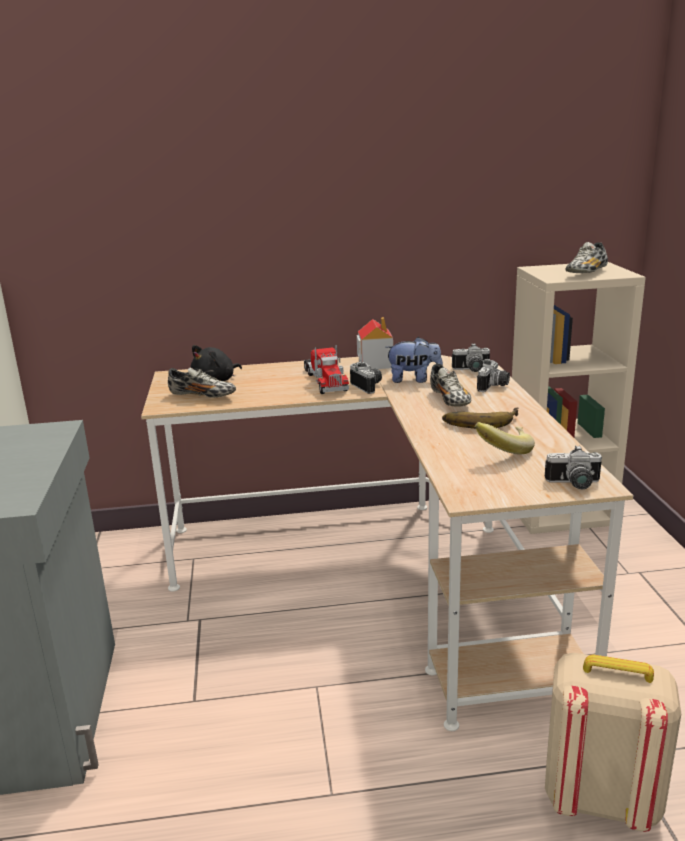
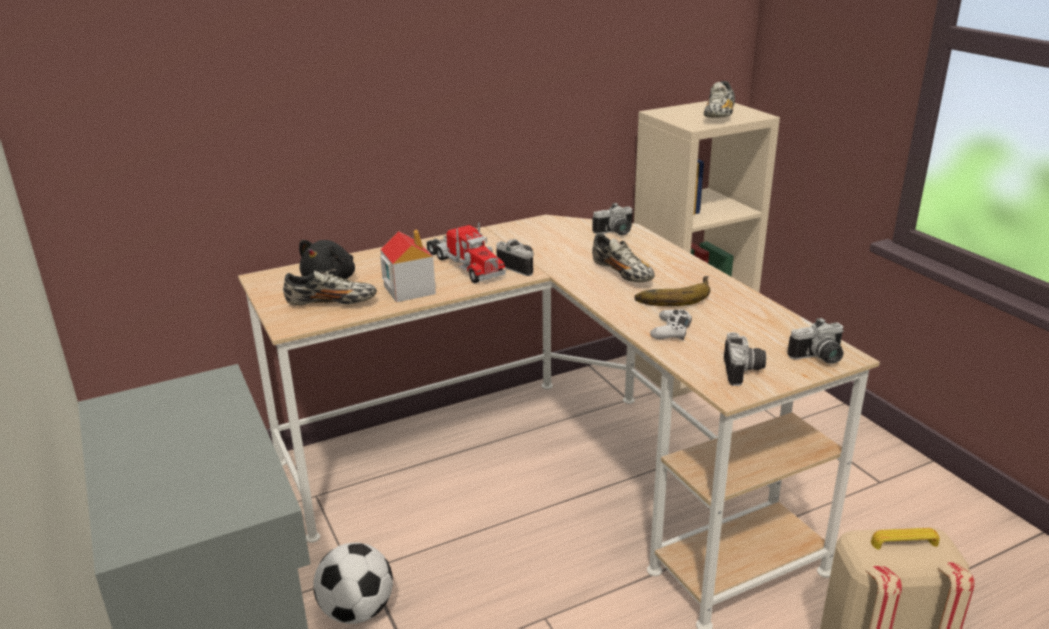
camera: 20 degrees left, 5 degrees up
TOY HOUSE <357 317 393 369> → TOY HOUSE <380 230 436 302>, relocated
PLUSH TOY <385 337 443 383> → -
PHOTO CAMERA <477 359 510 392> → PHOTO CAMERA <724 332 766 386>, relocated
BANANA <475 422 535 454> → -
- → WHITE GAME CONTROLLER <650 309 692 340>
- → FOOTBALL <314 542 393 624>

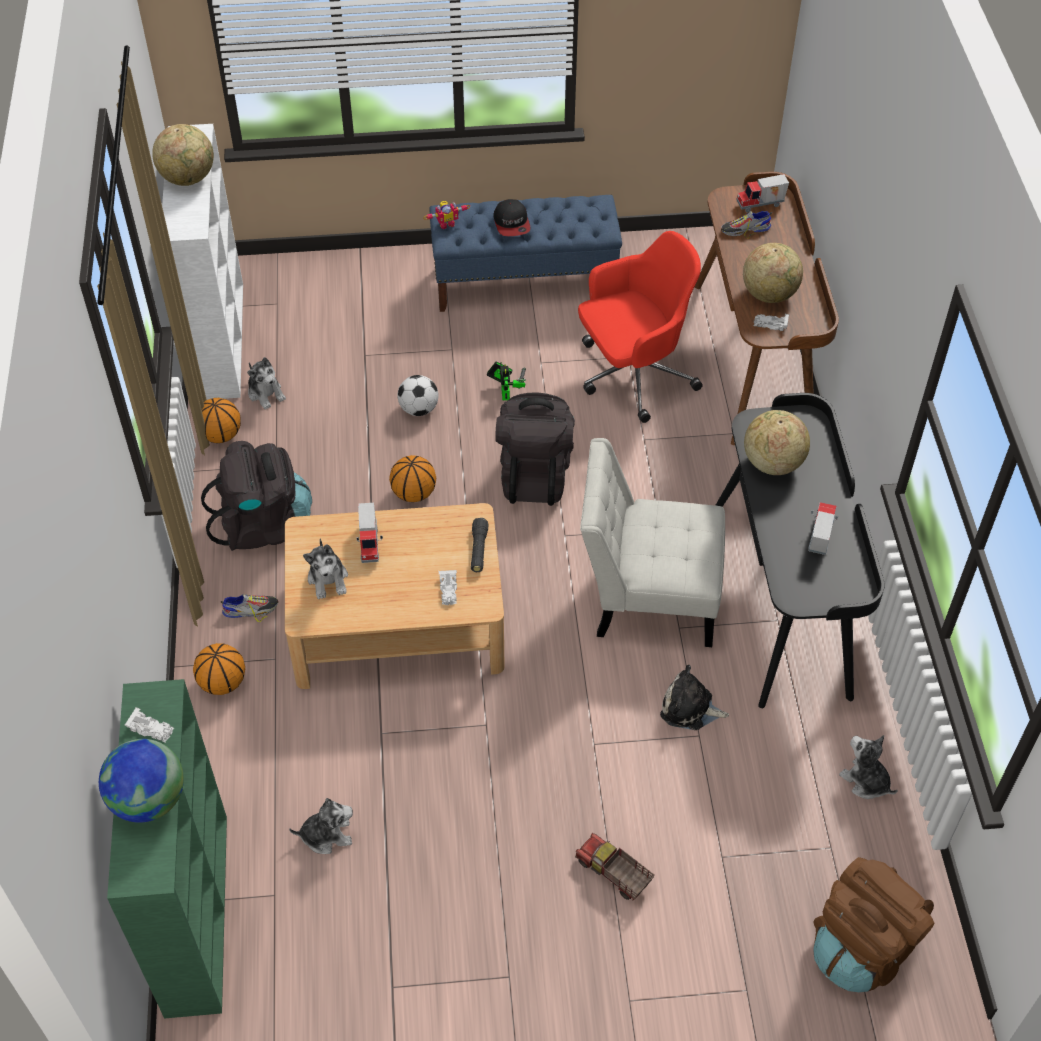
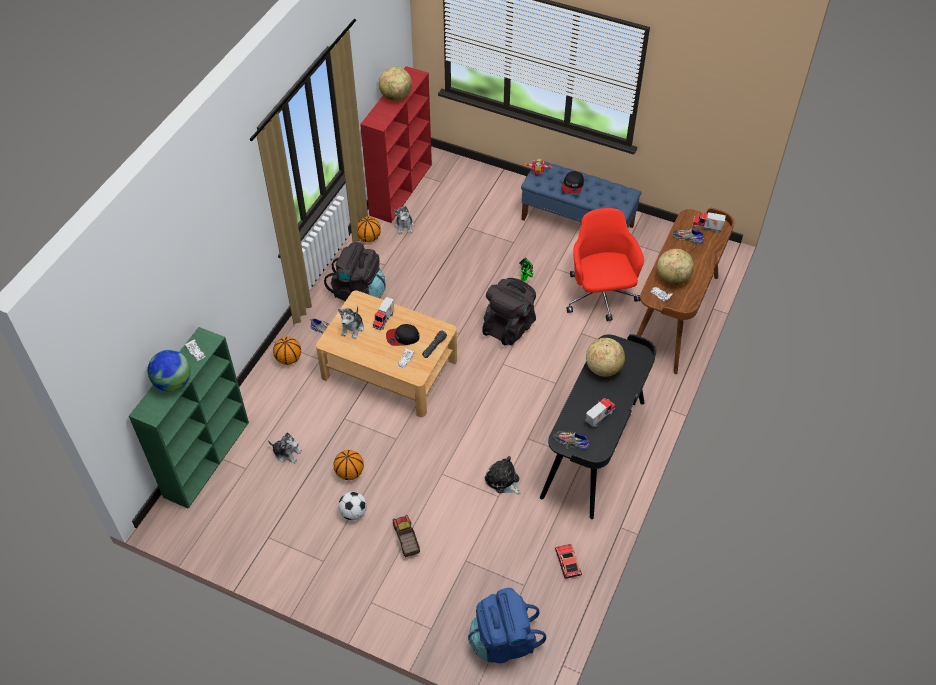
camera: 30 degrees right, 0 degrees up
WHITE BOOKCASE <162 124 243 400> → RED BOOKCASE <360 66 432 223>
RED OFFICE CHAIR <578 231 703 423> → RED OFFICE CHAIR <567 208 644 321>, 105 degrees counterclockwise
FOOTBALL <398 375 439 416> → FOOTBALL <338 492 367 520>, relocated
WHITE CHAIR <580 438 725 647> → -
BASKETBALL <389 455 436 502> → BASKETBALL <334 450 364 480>, relocated
PLUSH TOY <839 735 898 799> → TOY CAR <555 544 582 579>
BROWN BACKPACK <813 857 934 992> → BLUE BACKPACK <468 588 546 663>
- → CAP <386 324 420 346>
- → SHOE <553 431 589 449>

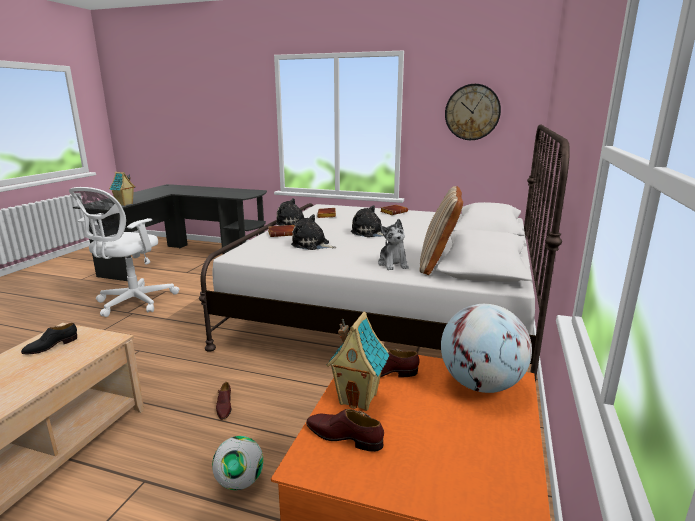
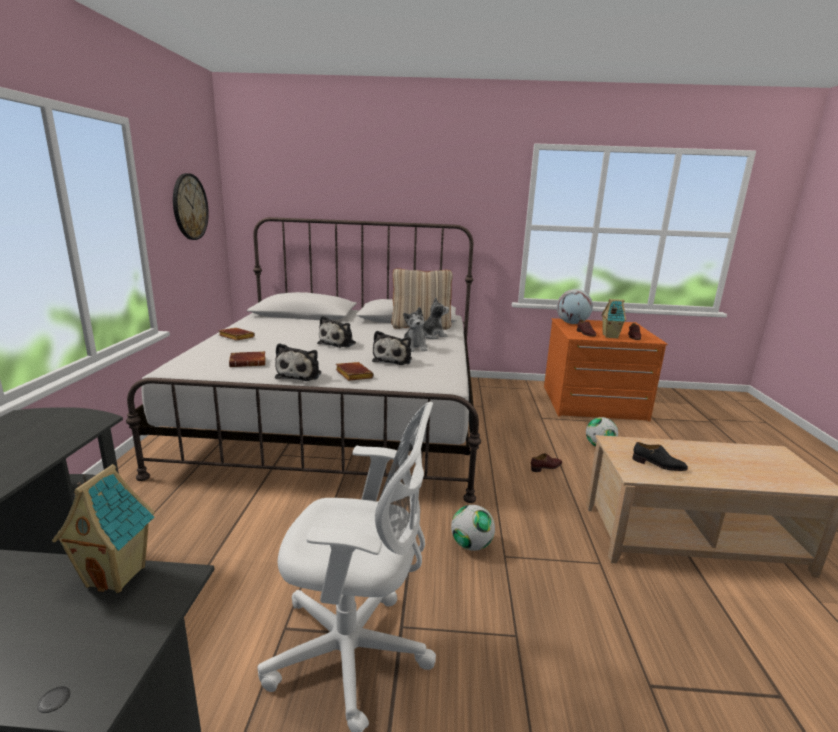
camera: 105 degrees left, 0 degrees up
- → PLUSH TOY <403 307 428 352>
- → FOOTBALL <451 505 495 551>

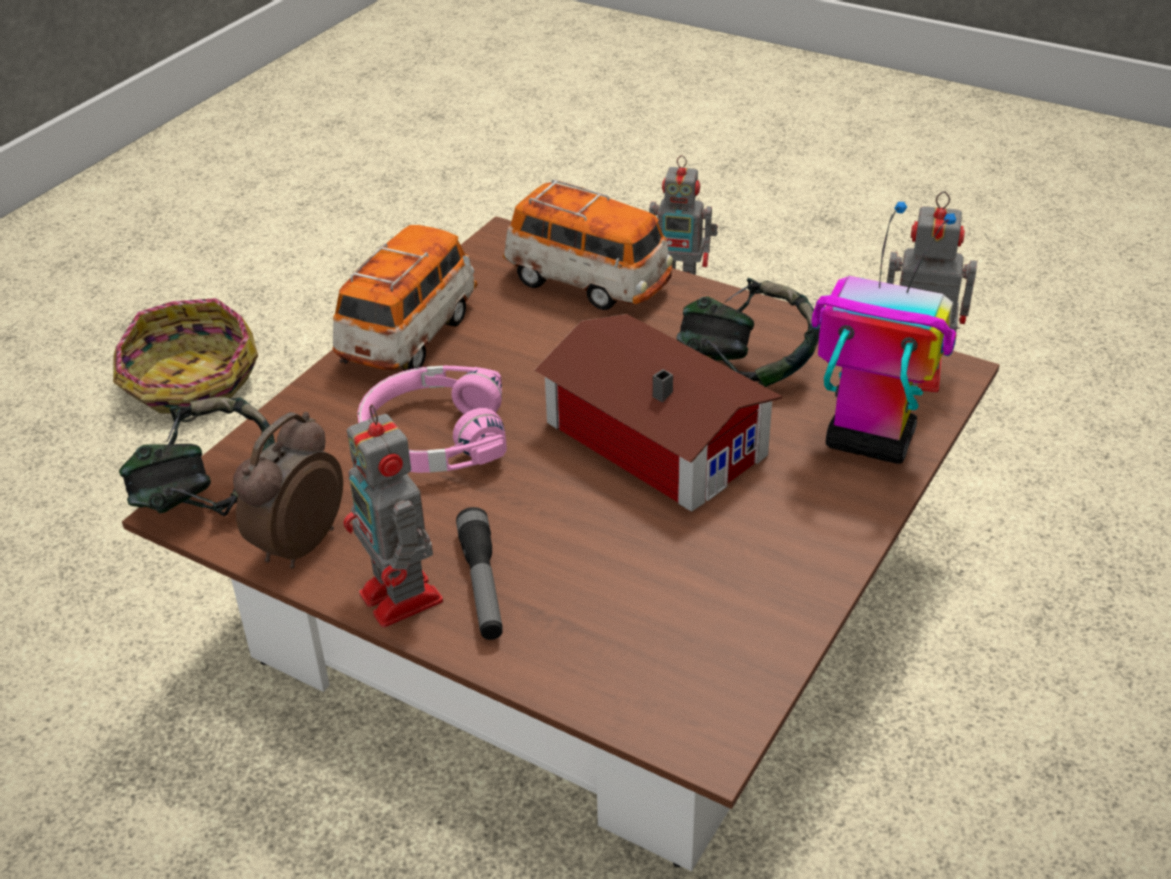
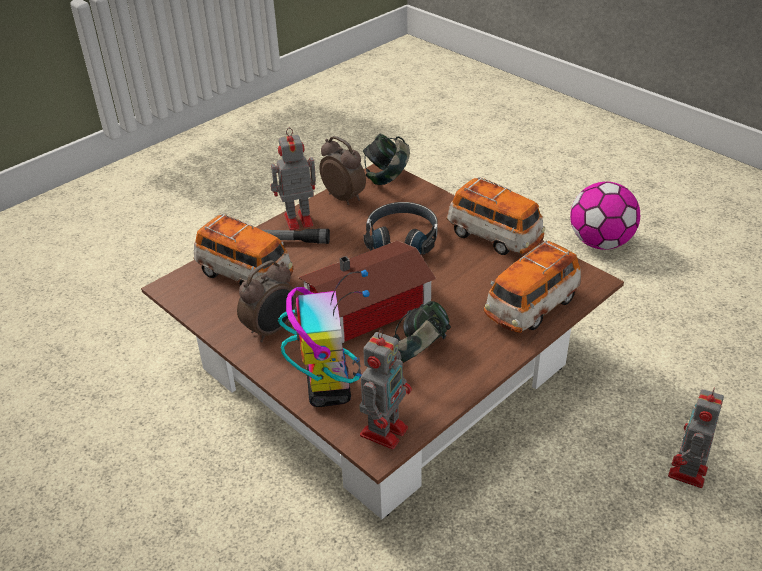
camera: 105 degrees right, 0 degrees up
TOY ROBOT <811 202 956 464> → TOY ROBOT <278 270 370 407>, 45 degrees counterclockwise
BASKET <113 298 258 422> → FOOTBALL <570 181 640 250>
PINK HEADPHONES <357 366 507 473> → BLACK HEADPHONES <364 202 438 255>
- → TOY CAR <193 214 294 286>
- → ALARM CLOCK <237 260 296 343>

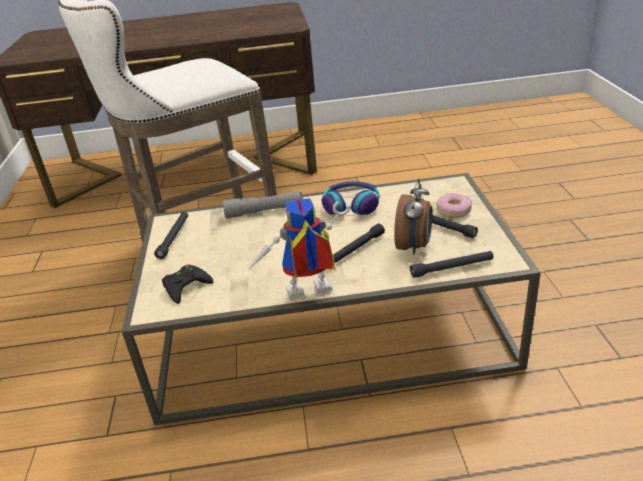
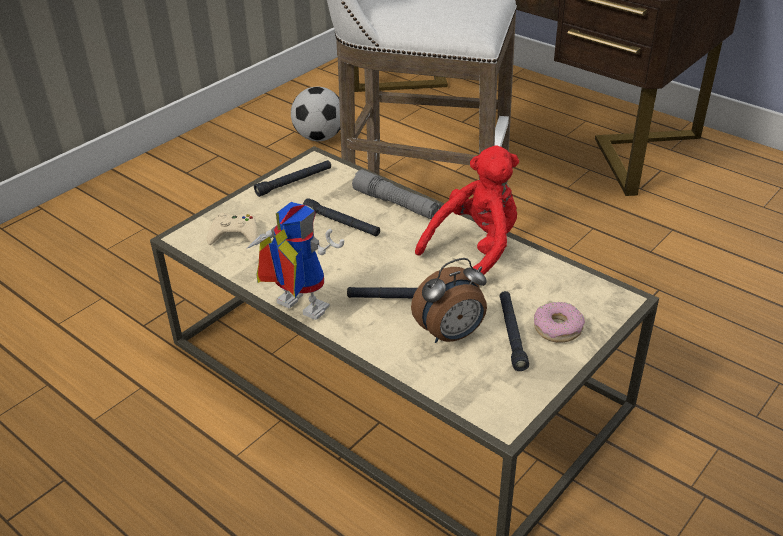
camera: 45 degrees right, 5 degrees up
HEADPHONES <322 181 380 215> → RED PLUSH TOY <415 145 519 275>
BLACK FLASHLIGHT <410 251 494 278> → BLACK FLASHLIGHT <303 198 380 236>, relocated
BLACK GAME CONTROLLER <162 265 213 304> → BEIGE GAME CONTROLLER <207 213 258 245>
- → FOOTBALL <291 87 340 141>

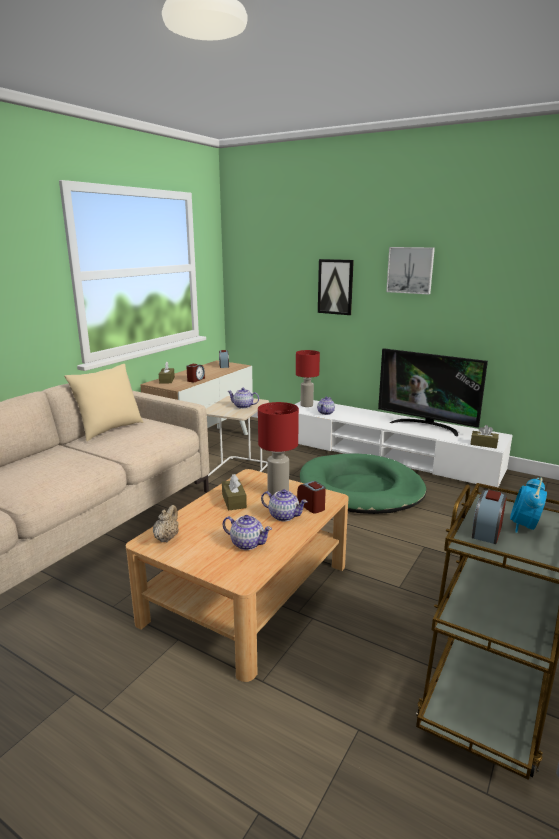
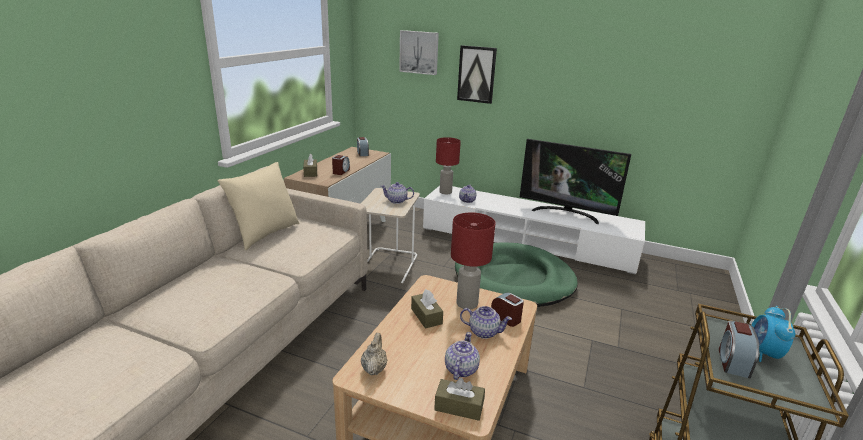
camera: 10 degrees left, 5 degrees up
PICTURE <386 247 435 295> → PICTURE <399 30 439 75>, relocated
BROWN TISSUE BOX <470 425 499 449> → BROWN TISSUE BOX <434 378 485 421>, relocated
TEAPOT <223 515 272 550> → TEAPOT <445 332 480 380>, 90 degrees counterclockwise

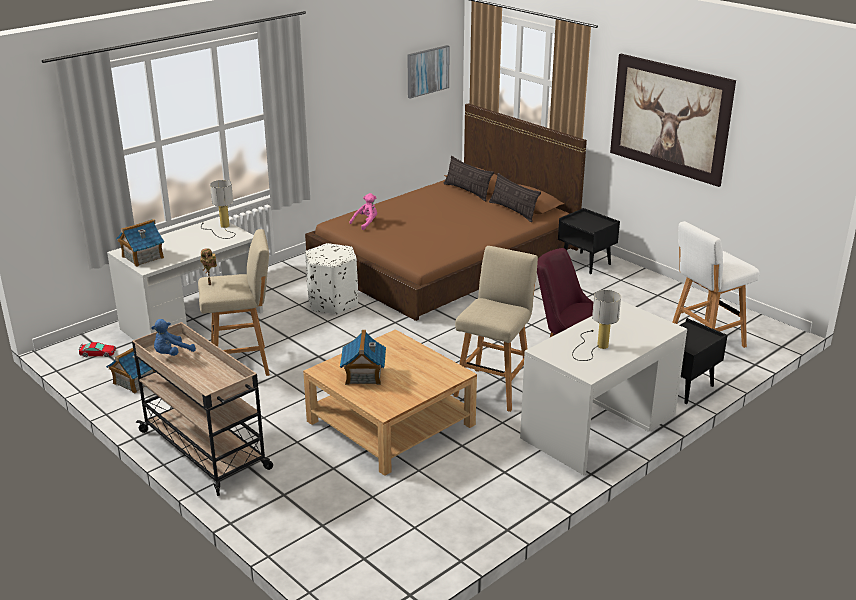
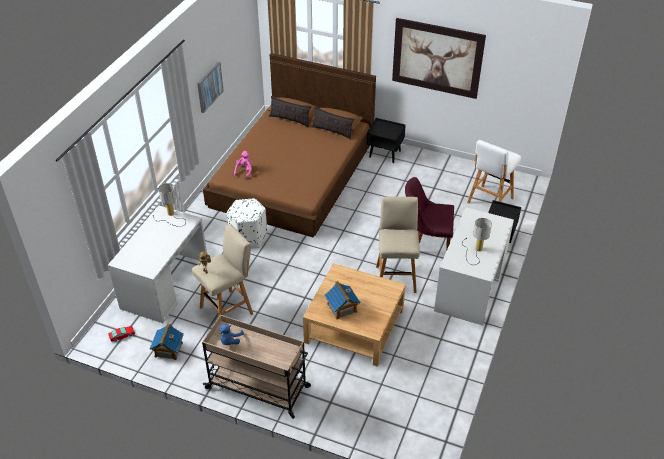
camera: 25 degrees left, 15 degrees up
PICTURE <407 45 450 99> → PICTURE <197 62 223 113>, relocated
TOY HOUSE <116 219 164 267> → -

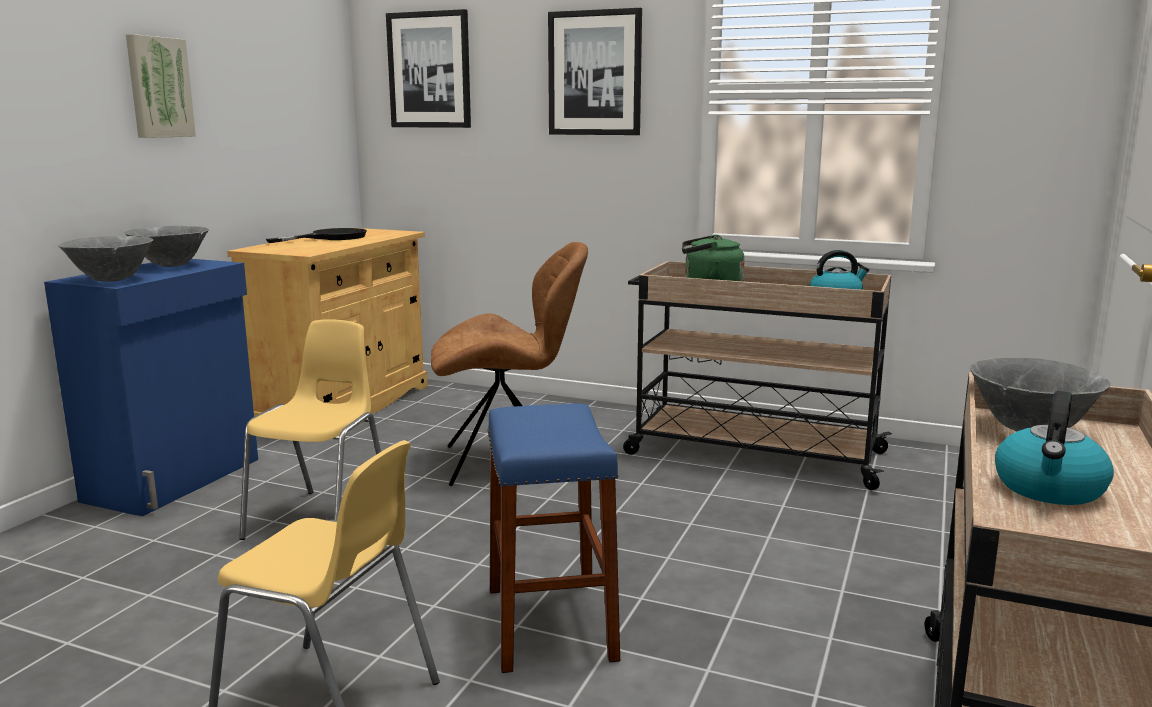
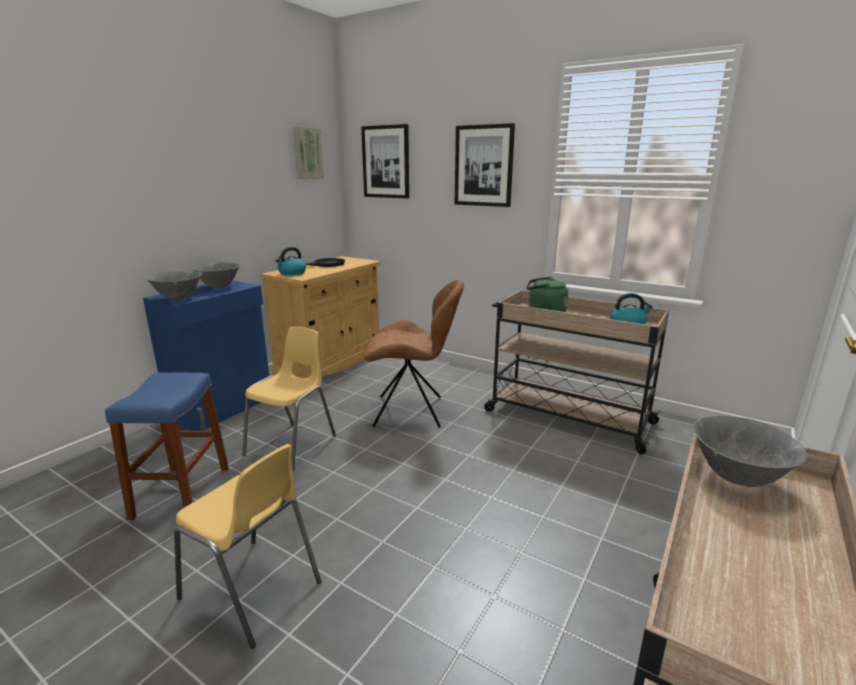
camera: 10 degrees right, 5 degrees up
PICTURE <126 34 196 138> → PICTURE <293 127 324 179>, relocated
KETTLE <995 391 1114 505> → KETTLE <275 247 306 276>, relocated
BLUE STOOL <487 403 620 673> → BLUE STOOL <105 372 229 520>, relocated

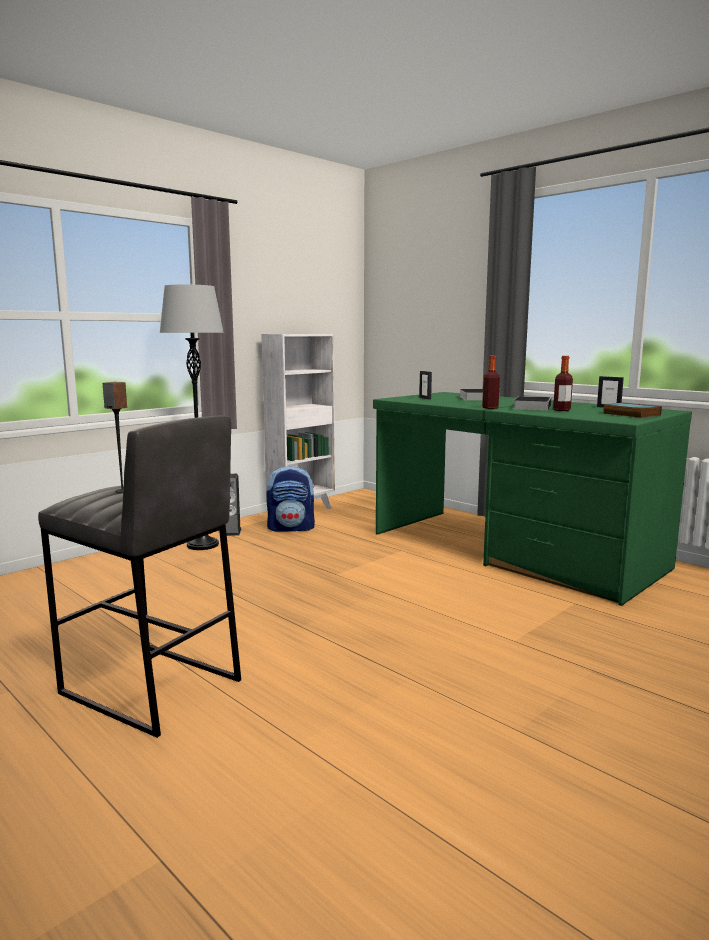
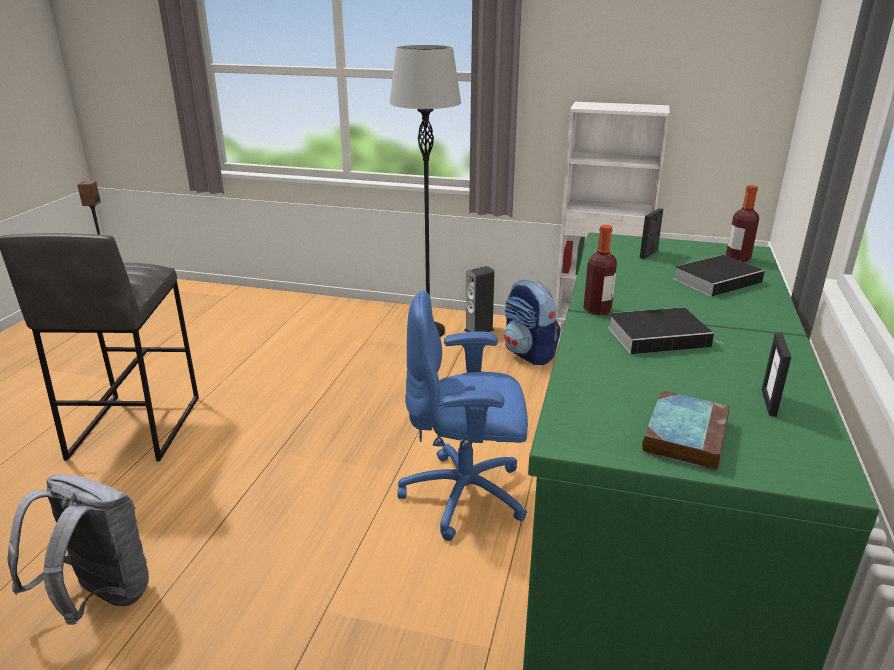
camera: 60 degrees right, 15 degrees up
BOTTLE <553 356 573 411> → BOTTLE <726 185 759 262>, relocated
- → BLUE OFFICE CHAIR <397 291 528 541>
- → GREY BACKPACK <8 474 149 625>

